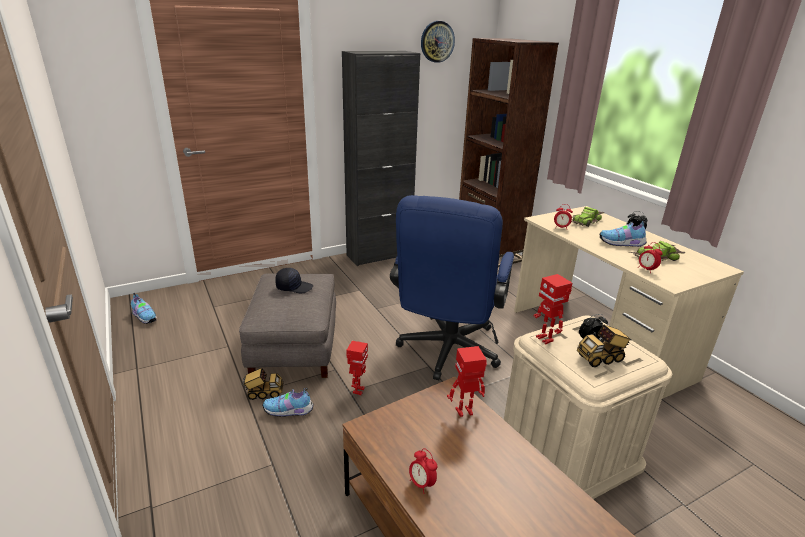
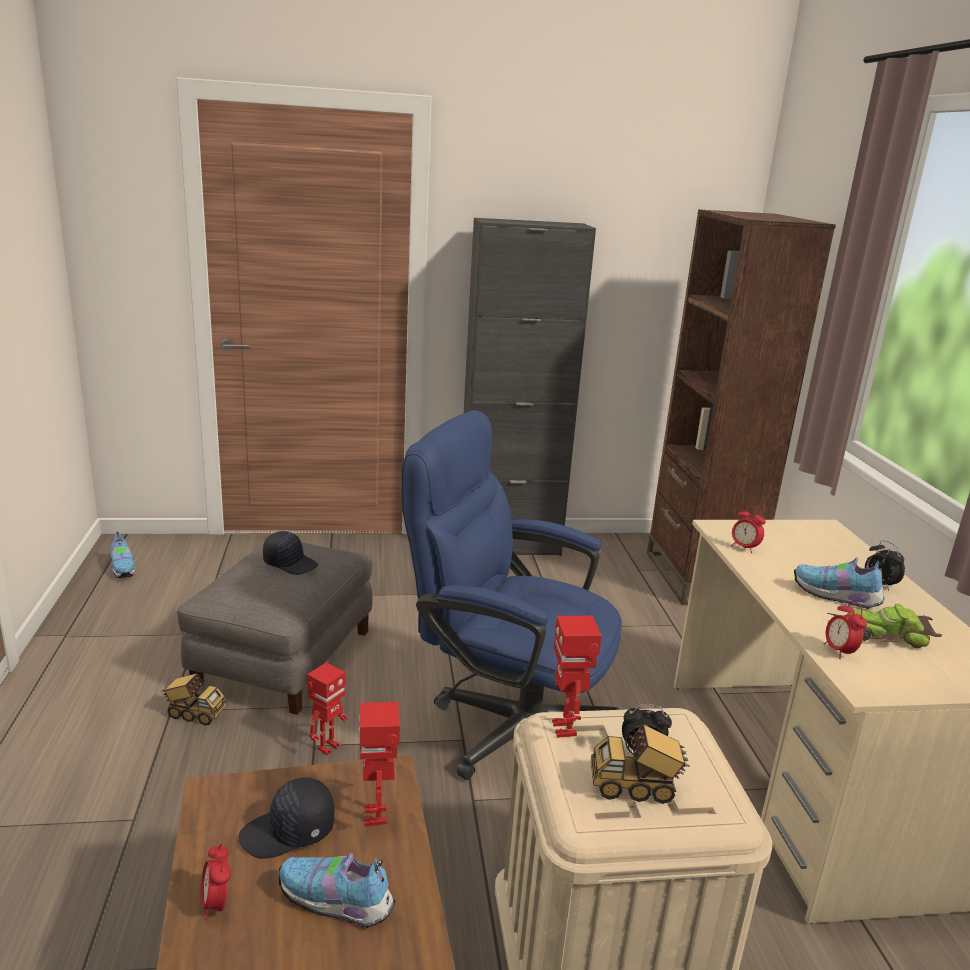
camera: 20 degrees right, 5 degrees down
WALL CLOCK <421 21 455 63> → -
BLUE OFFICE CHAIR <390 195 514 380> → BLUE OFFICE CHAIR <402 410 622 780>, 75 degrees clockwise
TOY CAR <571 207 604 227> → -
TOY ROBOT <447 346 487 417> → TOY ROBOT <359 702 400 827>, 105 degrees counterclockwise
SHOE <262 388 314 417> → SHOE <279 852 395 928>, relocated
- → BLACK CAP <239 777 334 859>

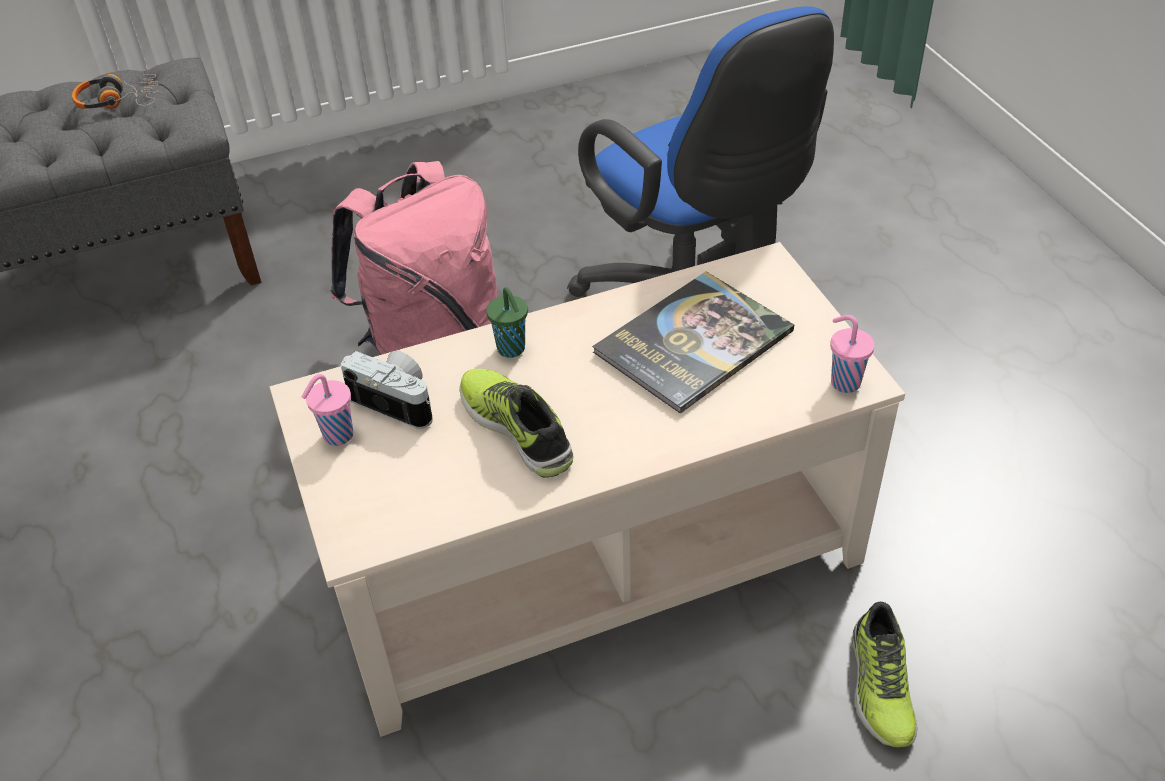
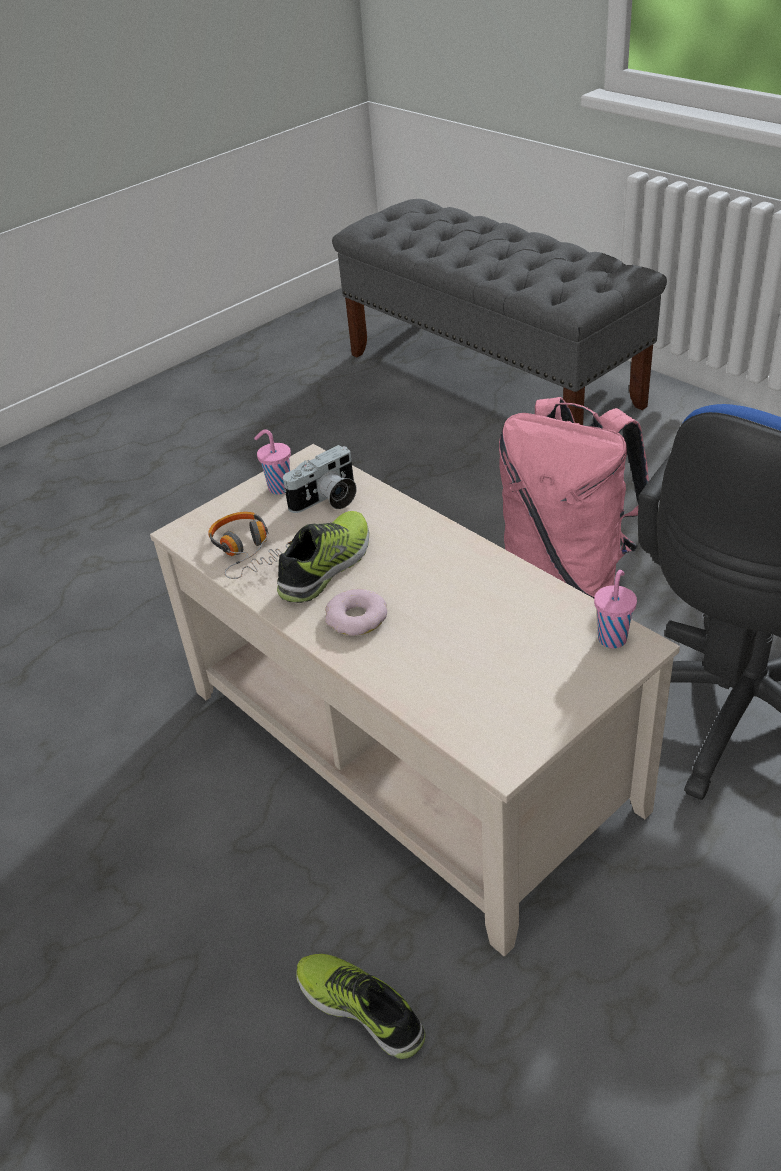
camera: 70 degrees right, 5 degrees down
HEADPHONES <72 69 159 109> → HEADPHONES <208 512 291 579>, relocated
BOOK <592 271 794 414> → -
GREEN CUP <486 287 528 358> → -
PINK CUP <830 315 875 393> → PINK CUP <594 570 637 648>, relocated
PHOTO CAMERA <341 351 433 429> → PHOTO CAMERA <283 445 357 513>, 45 degrees clockwise
SHOE <852 602 917 747> → SHOE <296 954 425 1059>, 60 degrees clockwise
- → DONUT <325 589 387 636>

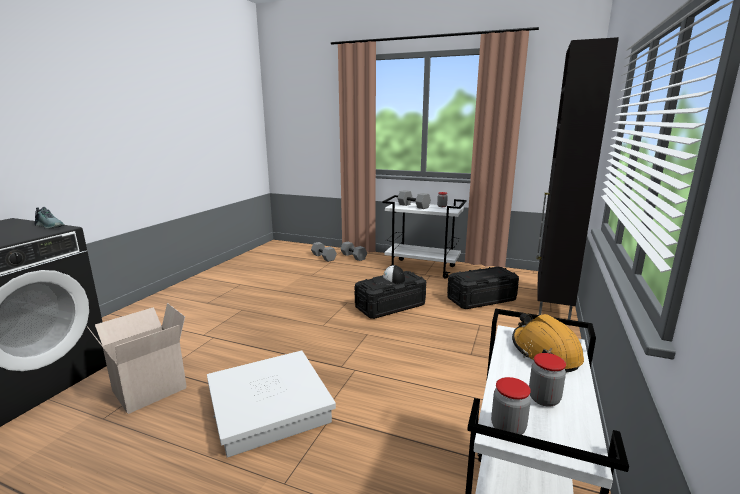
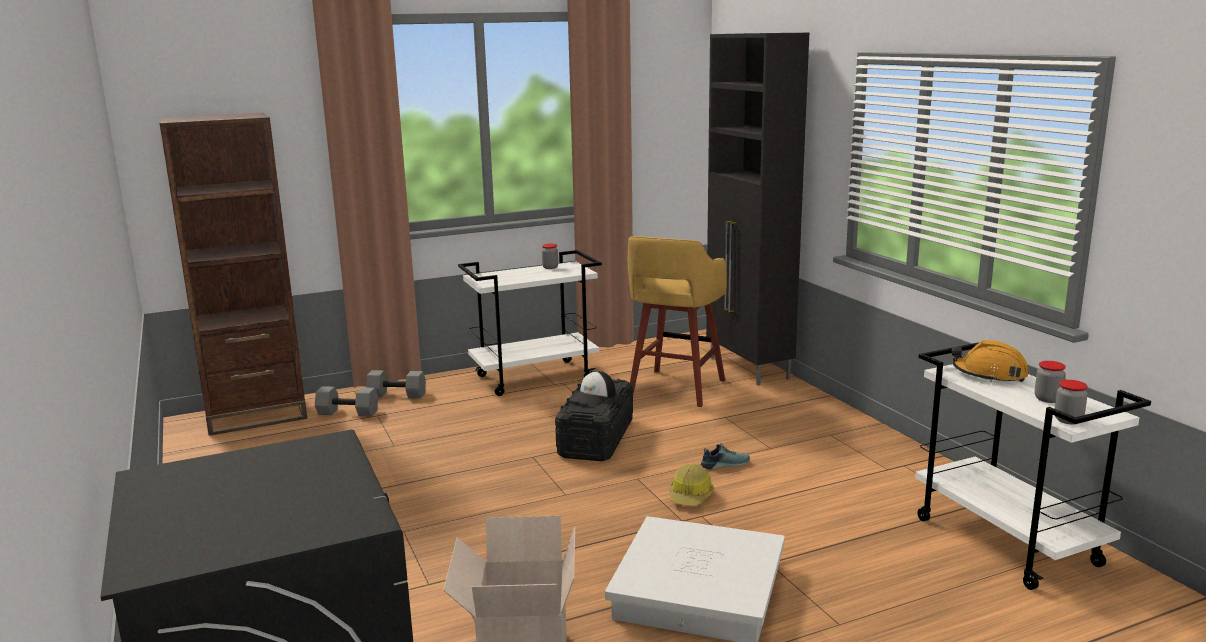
camera: 45 degrees left, 0 degrees up
GREY DUMBBELL <397 190 431 209> → -
SHOE <34 207 65 229> → SHOE <701 443 750 470>, relocated
BLACK STORAGE BOX <447 267 519 309> → YELLOW STOOL <628 236 727 407>
- → BROWN BOOKCASE <160 113 307 436>
- → HARD HAT <670 464 714 506>

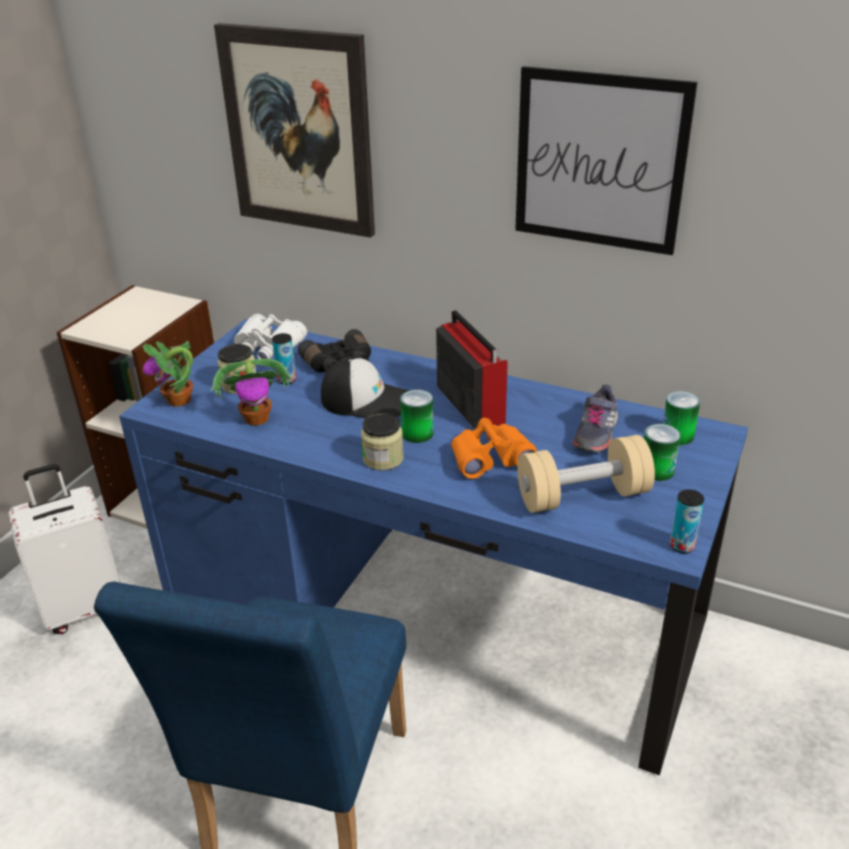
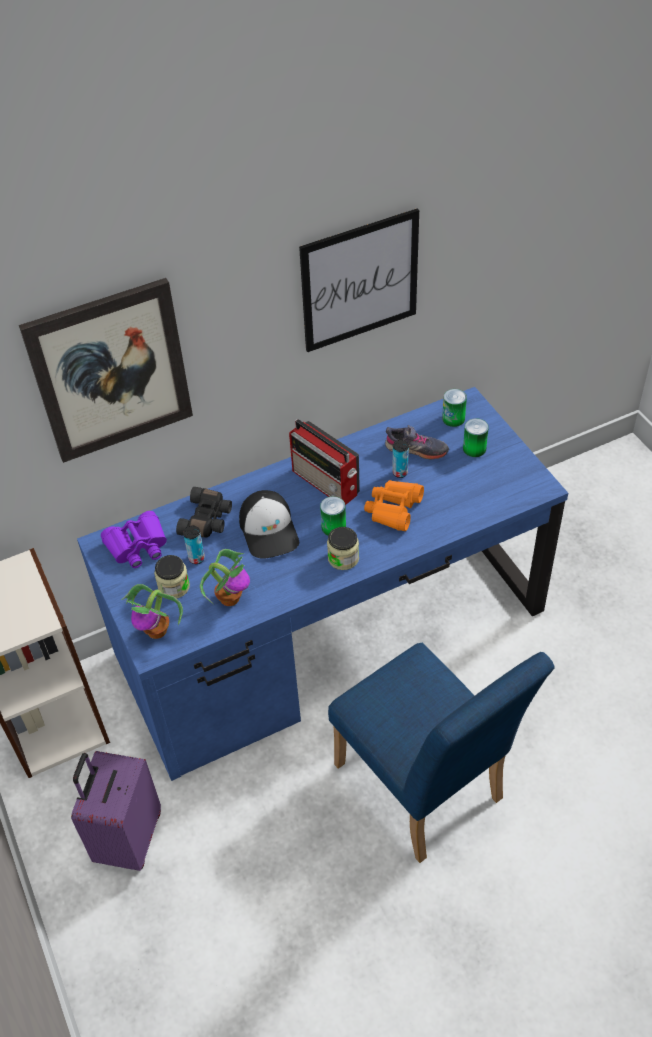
camera: 50 degrees left, 15 degrees up
RADIO <436 310 508 429> → RADIO <289 419 360 505>, 150 degrees counterclockwise
WHITE BINOCULARS <234 314 307 359> → PURPLE BINOCULARS <101 511 167 568>
CAP <321 356 410 419> → CAP <239 490 300 559>, 105 degrees clockwise
GREY SHOE <573 385 618 452> → GREY SHOE <385 425 449 459>, 45 degrees counterclockwise
BEIGE DUMBBELL <518 435 655 513> → -
WHITE SUITCASE <8 464 120 634> → PURPLE SUITCASE <71 751 161 871>
CAN <670 489 704 553> → CAN <392 440 409 478>, relocated

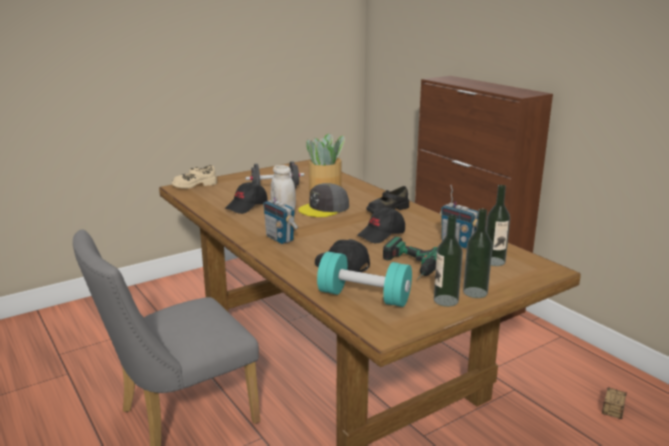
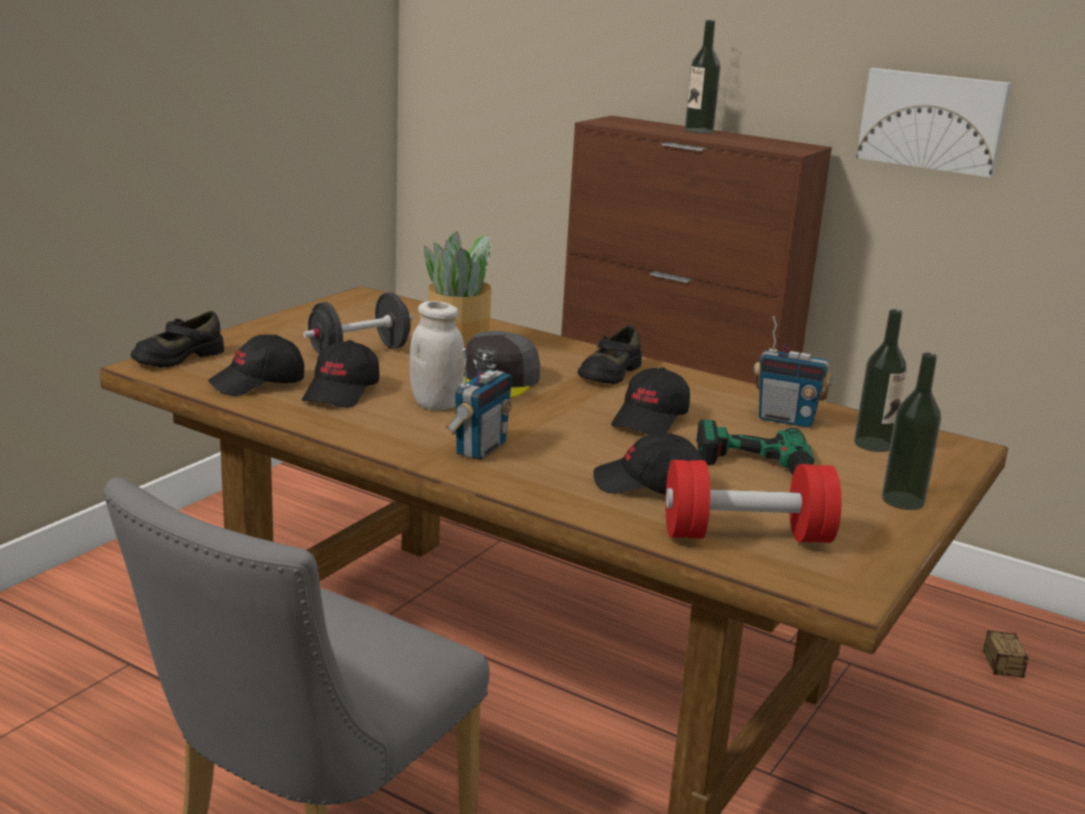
camera: 25 degrees left, 0 degrees up
BEIGE SHOE <172 165 217 189> → BLACK SHOE <131 311 224 367>
RADIO <263 181 299 244> → RADIO <446 348 512 460>, 90 degrees counterclockwise
BOTTLE <434 215 463 307> → BOTTLE <685 20 721 133>, relocated
TURQUOISE DUMBBELL <317 252 412 307> → RED DUMBBELL <666 460 842 543>
- → PICTURE <856 68 1011 177>
- → BLACK CAP <208 334 304 396>

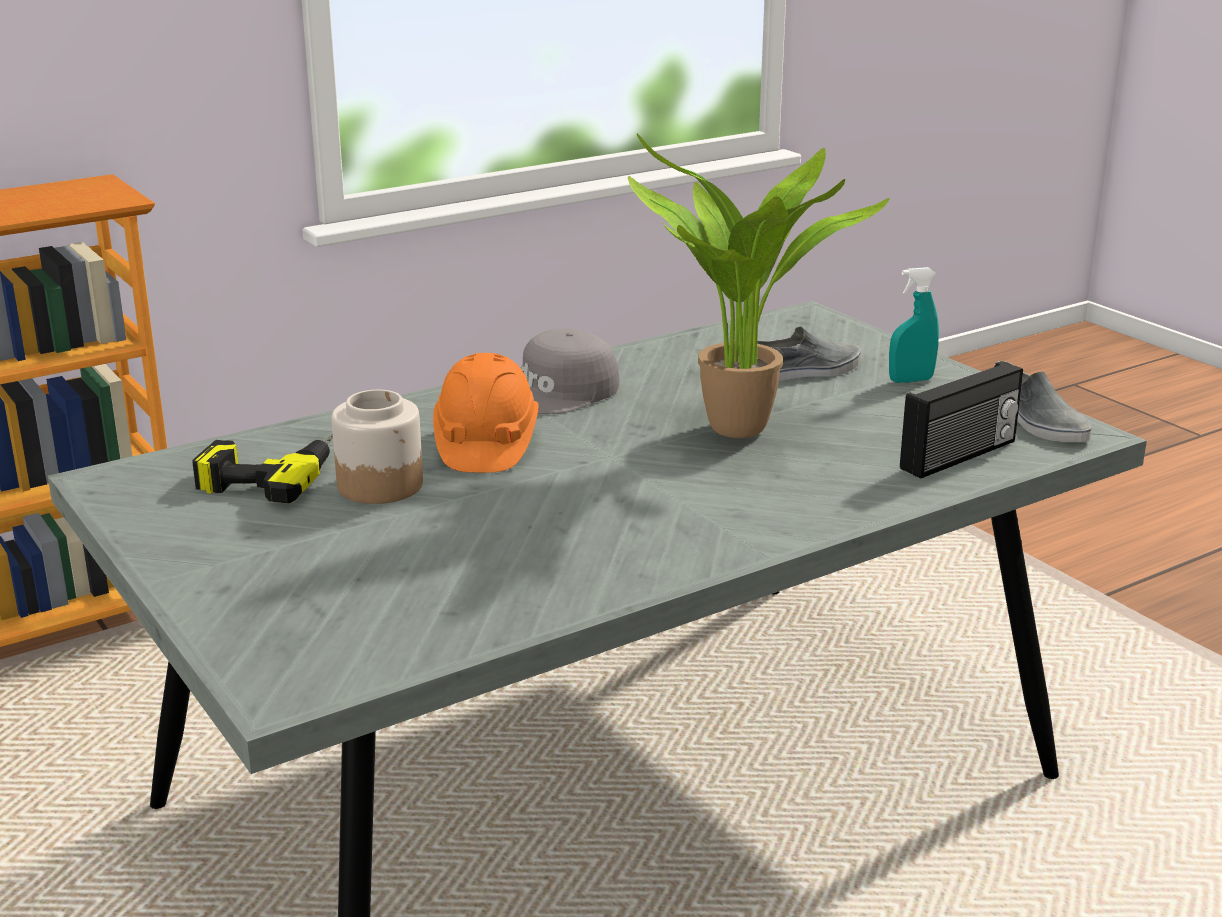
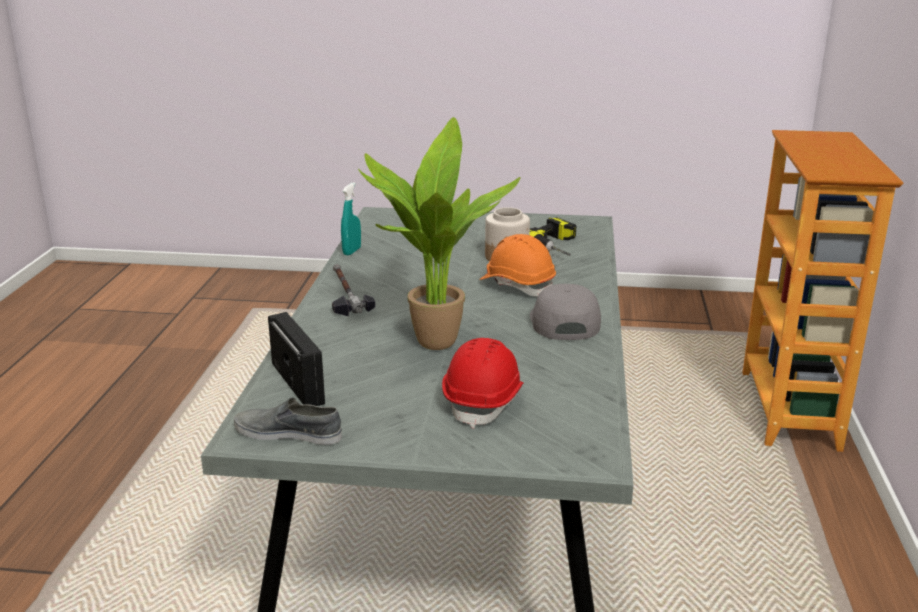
camera: 130 degrees right, 0 degrees up
TURQUOISE SPRAY BOTTLE <889 267 939 383> → TURQUOISE SPRAY BOTTLE <341 182 361 255>, relocated
GREY SHOE <757 327 861 381> → RED HARD HAT <442 338 524 429>
RADIO <900 361 1023 478> → RADIO <268 312 325 406>, 150 degrees clockwise
- → HAMMER <332 264 376 316>

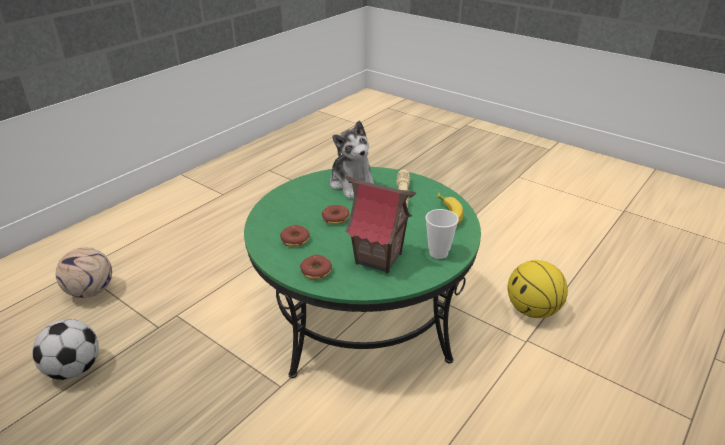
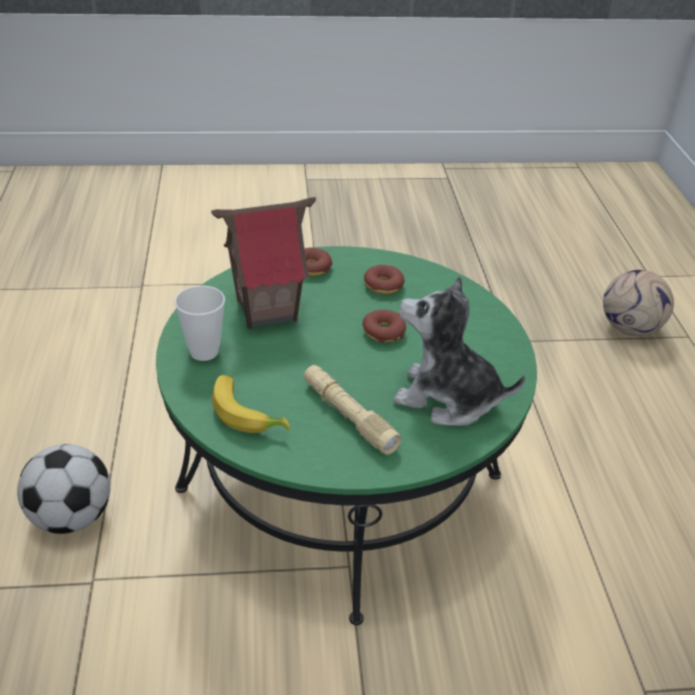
camera: 135 degrees right, 5 degrees up
BASKETBALL <508 260 568 318> → -
FOOTBALL <32 319 99 380> → FOOTBALL <17 444 111 534>, relocated

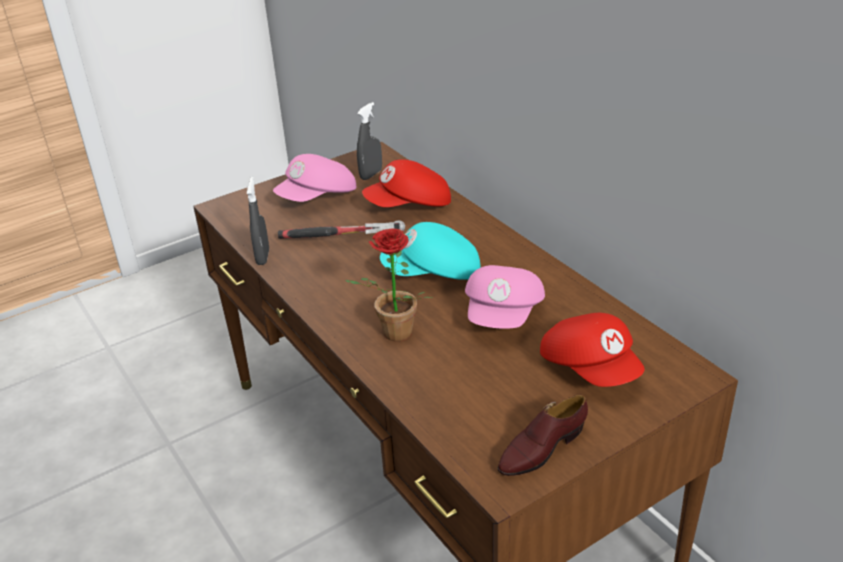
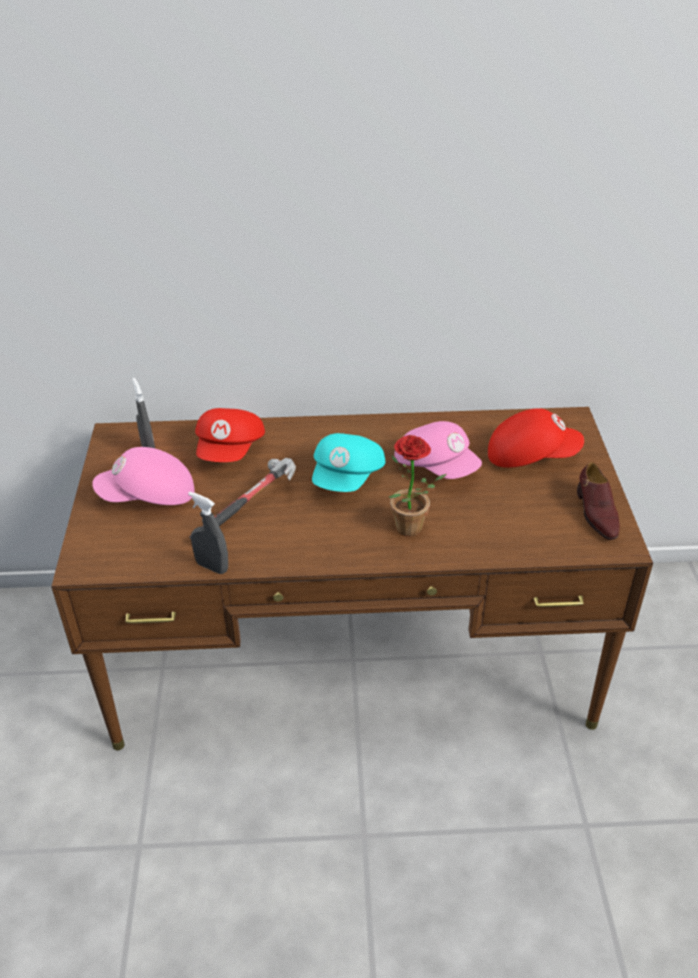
camera: 60 degrees left, 5 degrees up
PINK CAP <273 154 356 202> → PINK CAP <92 447 195 505>, 90 degrees clockwise

